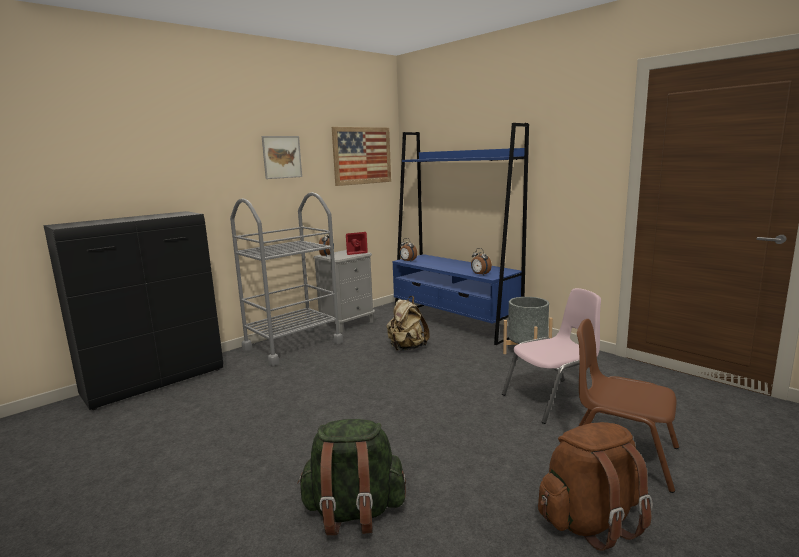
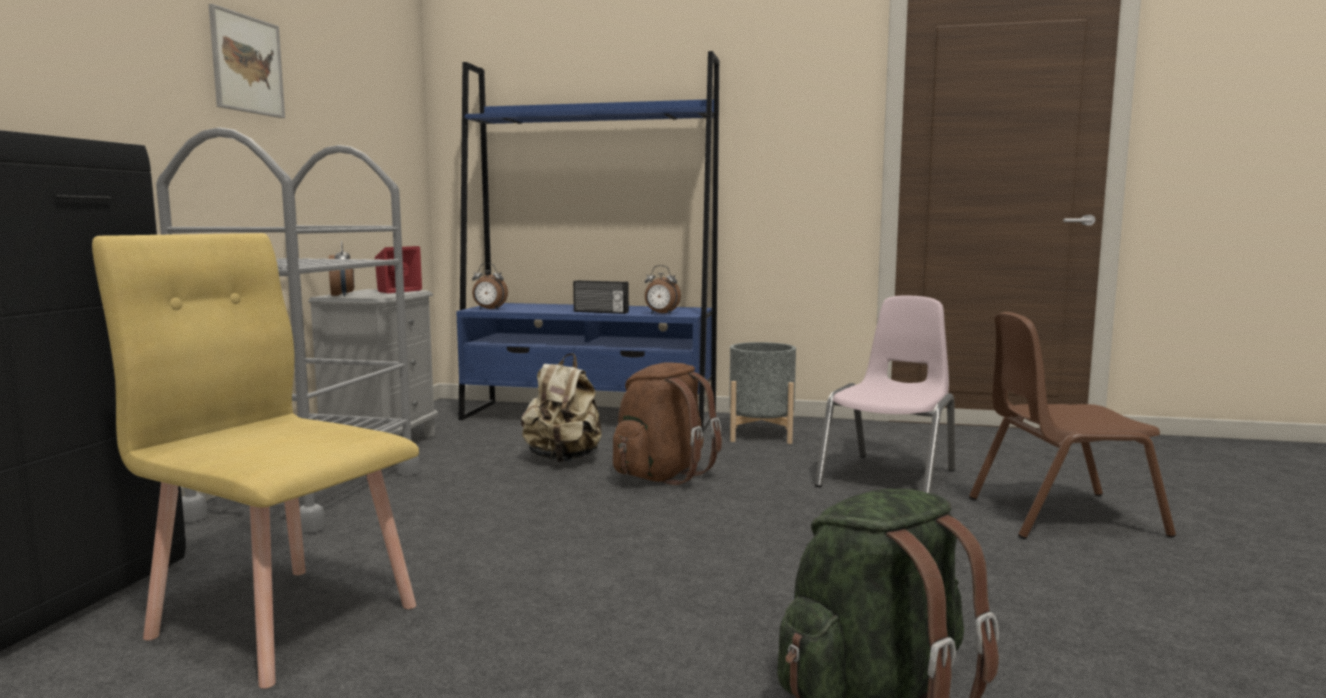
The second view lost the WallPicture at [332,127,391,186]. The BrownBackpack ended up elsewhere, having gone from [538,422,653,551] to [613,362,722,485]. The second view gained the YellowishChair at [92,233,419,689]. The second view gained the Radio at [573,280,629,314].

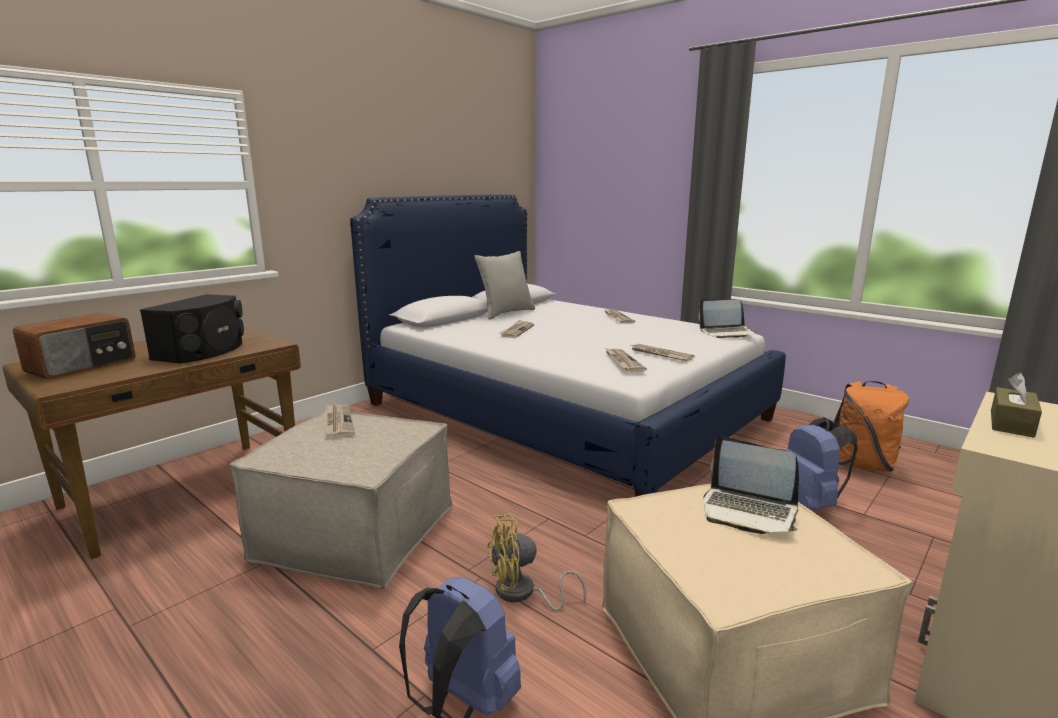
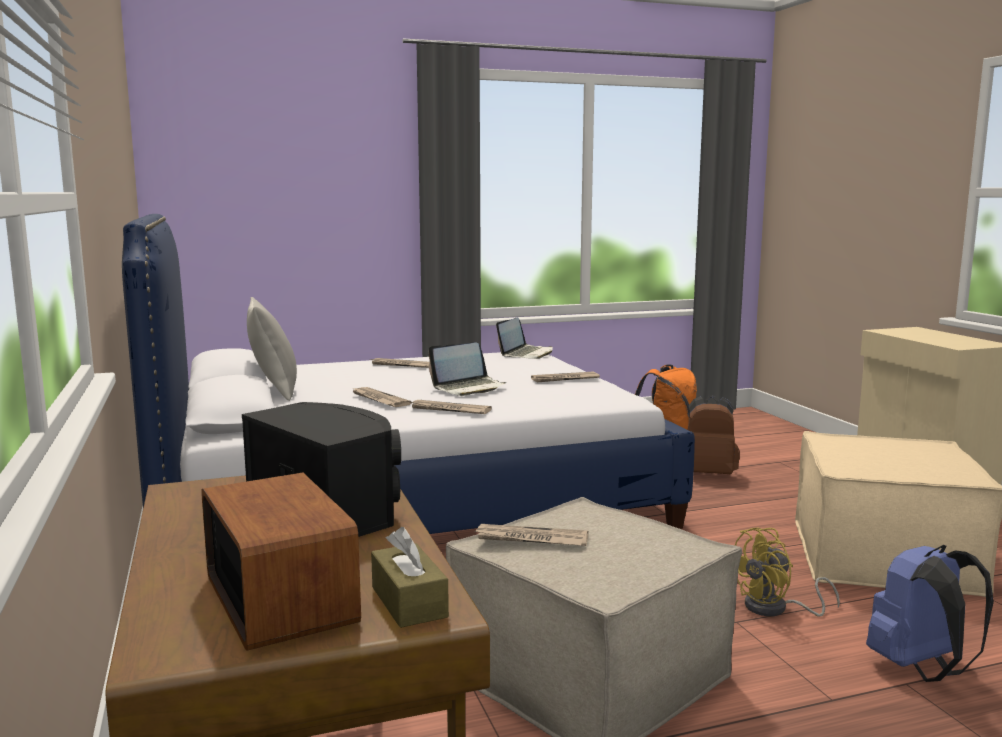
The PrintedPaper ended up elsewhere, having gone from [605,348,647,372] to [410,400,492,414]. The BrownBoxOfTissues ended up elsewhere, having gone from [991,373,1042,438] to [371,527,449,628]. What was the BlueColouredBackpack at [786,417,858,510] turned into the BrownBackpack at [688,395,740,474]. The NotebookComputer ended up elsewhere, having gone from [704,436,799,534] to [428,343,506,396]. The YellowishCoolingFan at [487,514,586,611] ended up facing another way, 45 degrees clockwise from before.

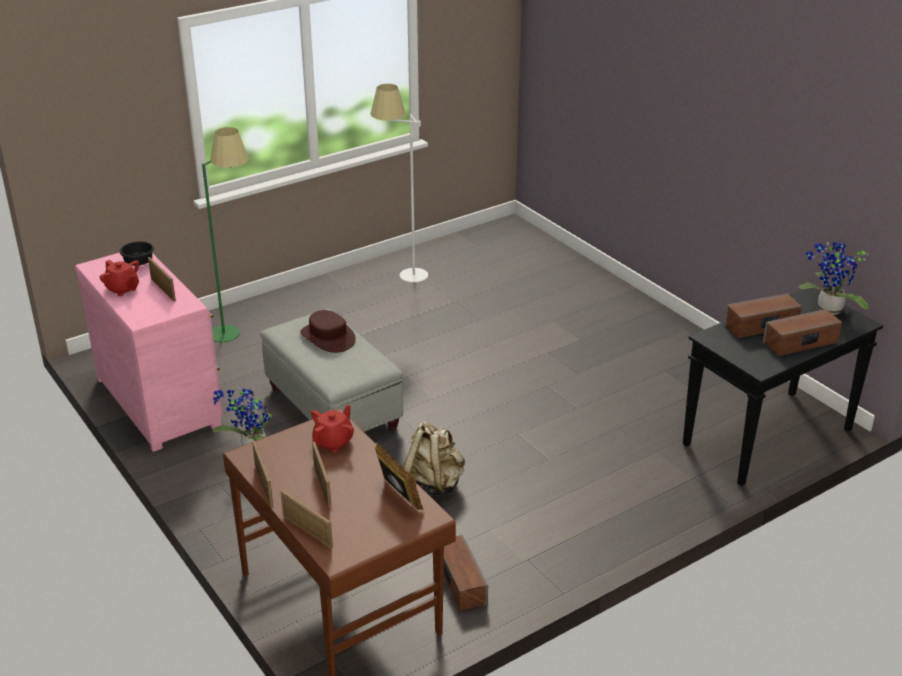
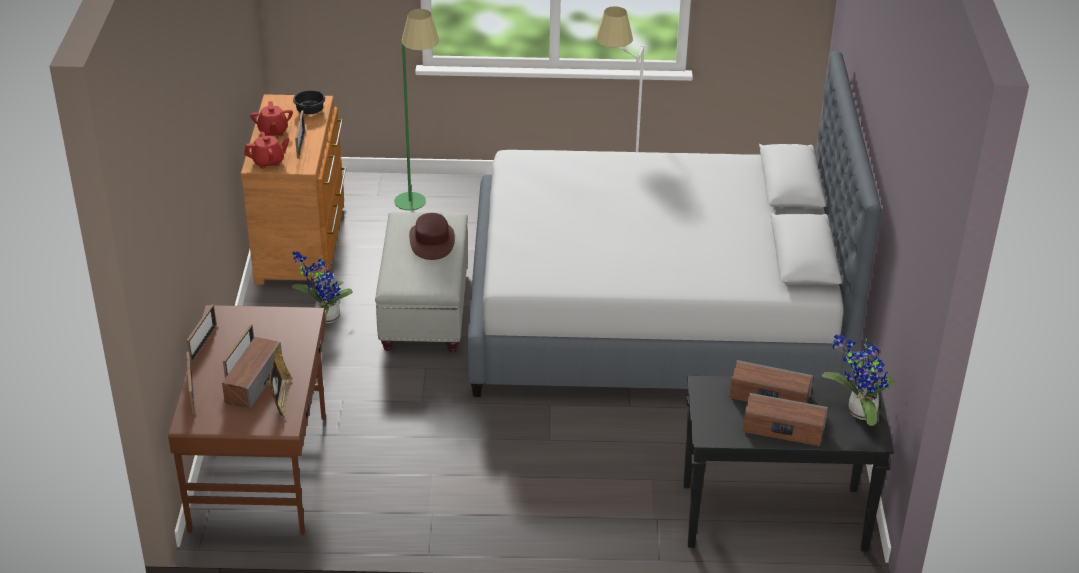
What was the PinkColouredDrawerChest at [75,253,223,452] turned into the BrownDrawerChest at [240,94,346,286]. The ReddishTeaPot ended up elsewhere, having gone from [311,405,354,452] to [244,132,289,169]. The second view lost the BeigeColouredBackpack at [403,421,465,497]. The Speaker ended up elsewhere, having gone from [443,534,488,611] to [222,337,282,410]. The second view gained the GrayBedroomBed at [467,50,881,397].

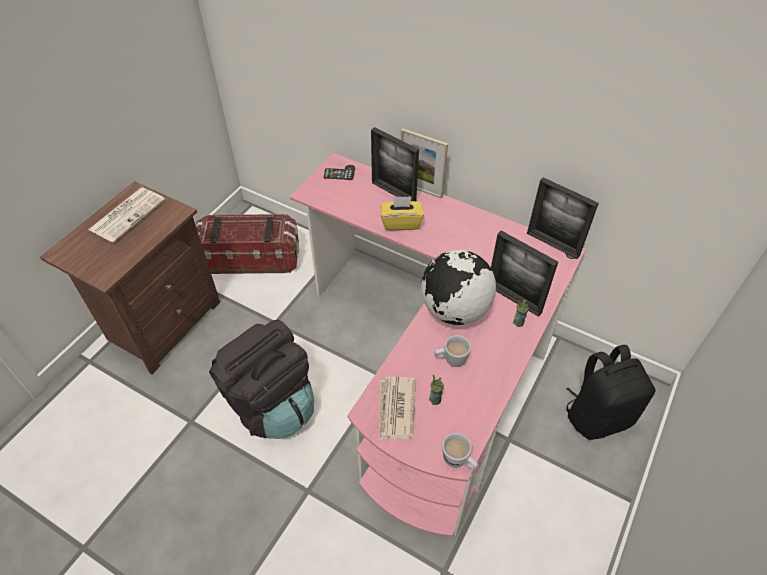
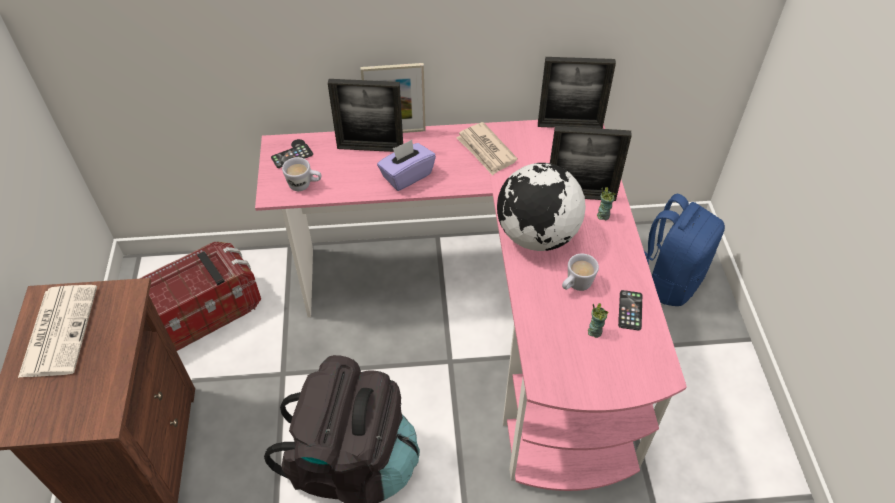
What was the YellowishBoxOfTissues at [381,196,424,230] turned into the PurpleColouredBoxOfTissues at [377,140,436,191]. What was the BlackBackpack at [566,345,655,440] turned into the BlueColouredBackpack at [644,194,725,306]. The PrintedPaper ended up elsewhere, having gone from [379,376,416,440] to [456,122,518,176]. The WhitishCoffeeMug ended up elsewhere, having gone from [442,433,478,470] to [282,157,322,191]. The second view gained the Phone at [618,290,642,330].

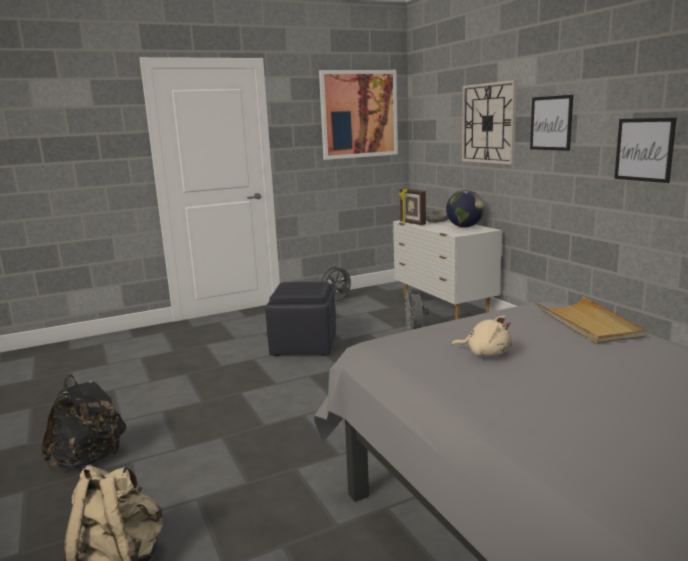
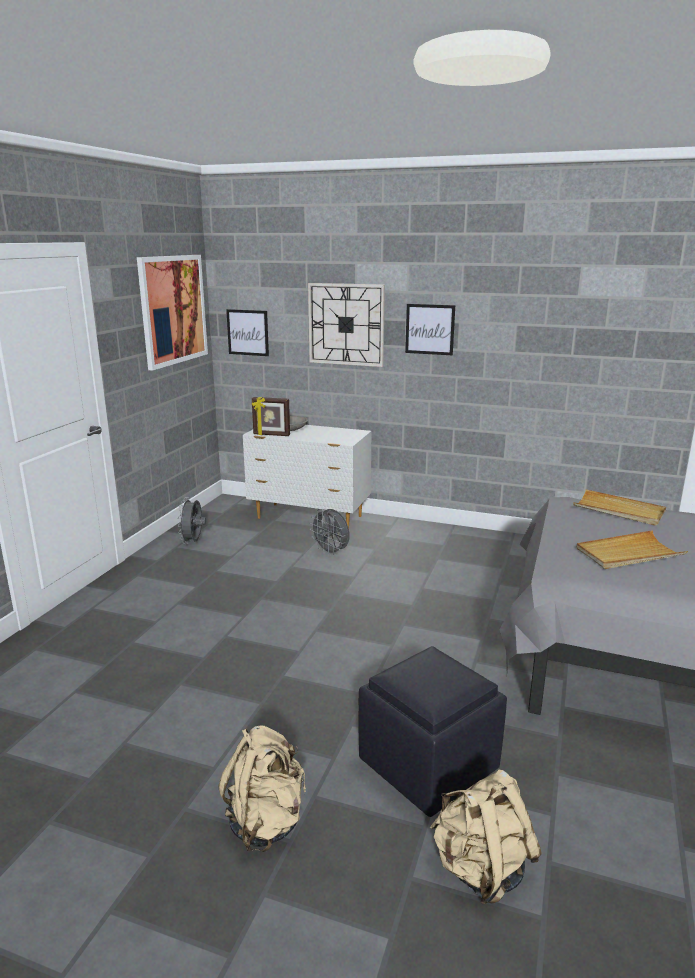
The WallPicture ended up elsewhere, having gone from [614,118,677,183] to [226,309,269,356]. The second view lost the WorldGlobe at [446,190,484,228]. The BlackOttoman ended up elsewhere, having gone from [265,282,336,356] to [358,646,507,817]. Where the BeigeColouredCuddlyToy stood at [451,315,512,356], the BeigeColouredCarryingTray came to stand at [576,530,688,569]. What was the BlackBackpack at [41,375,126,468] turned into the BeigeColouredBackpack at [219,725,306,852].

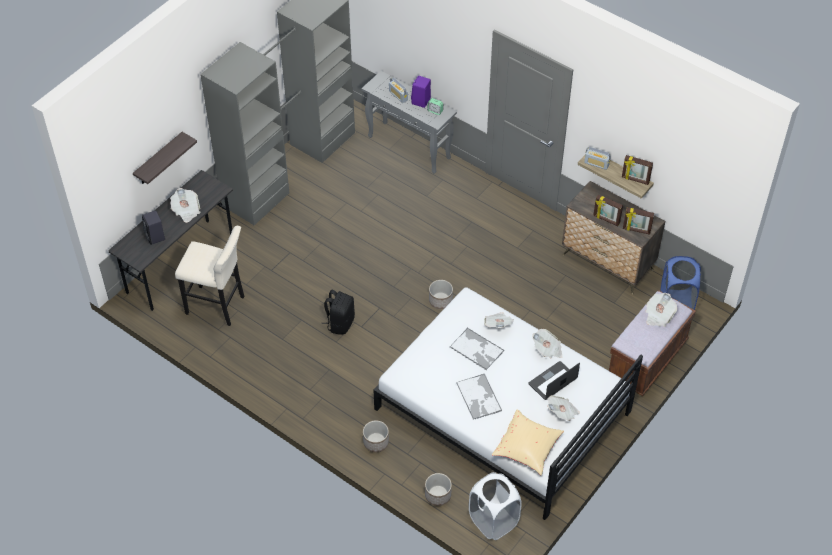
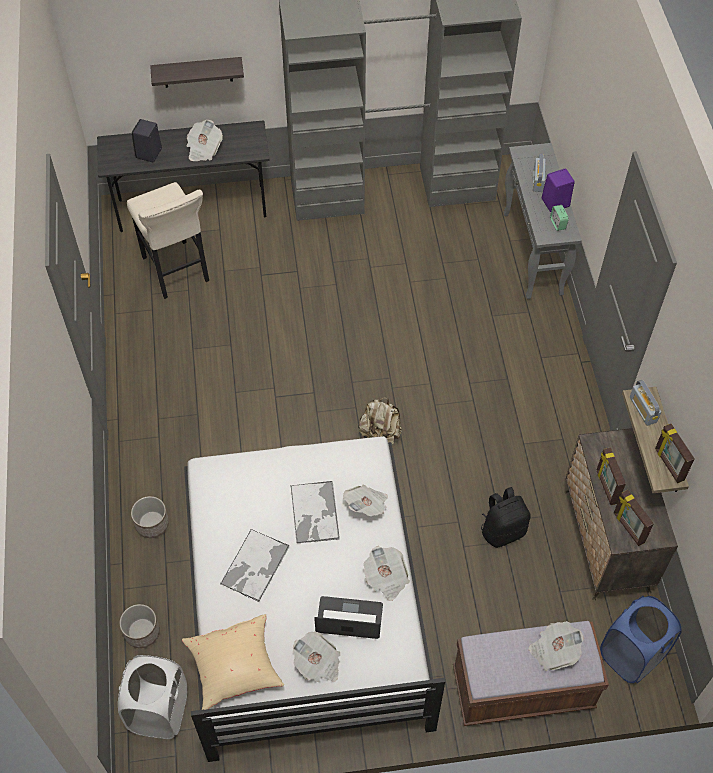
Where the PlantPot stood at [429,280,453,309], the BeigeColouredBackpack came to stand at [359,397,402,445]. The BlackBackpack ended up elsewhere, having gone from [321,290,355,335] to [481,487,531,548].

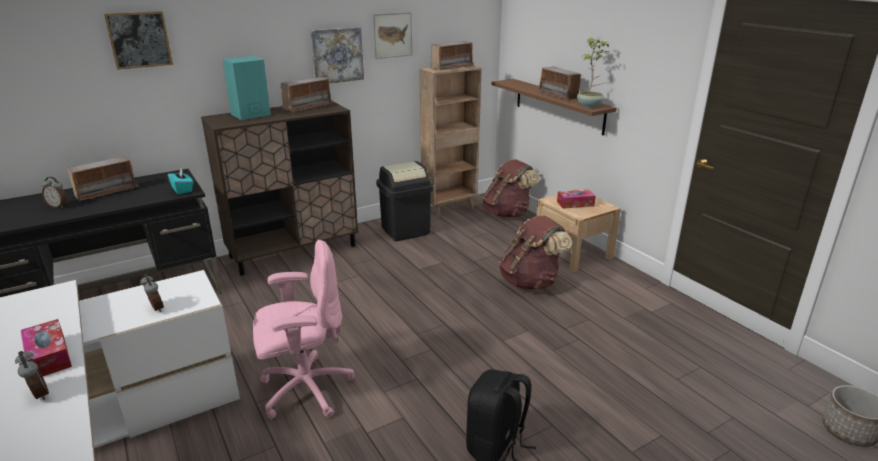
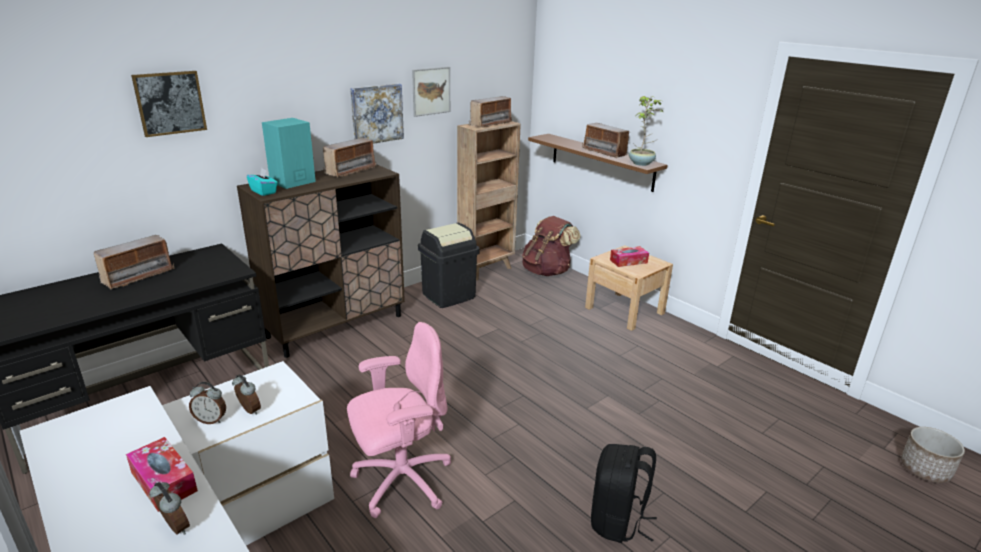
The BlueGreenBoxOfTissues ended up elsewhere, having gone from [168,168,193,194] to [247,168,278,196]. The BedsideClock ended up elsewhere, having gone from [42,177,67,208] to [189,382,226,424]. The second view lost the BrownBackpack at [499,215,572,290].

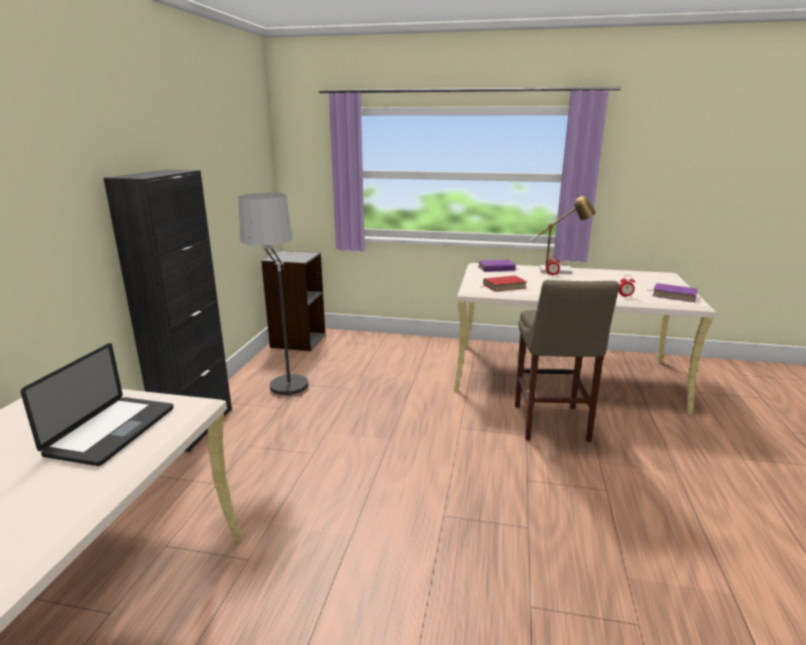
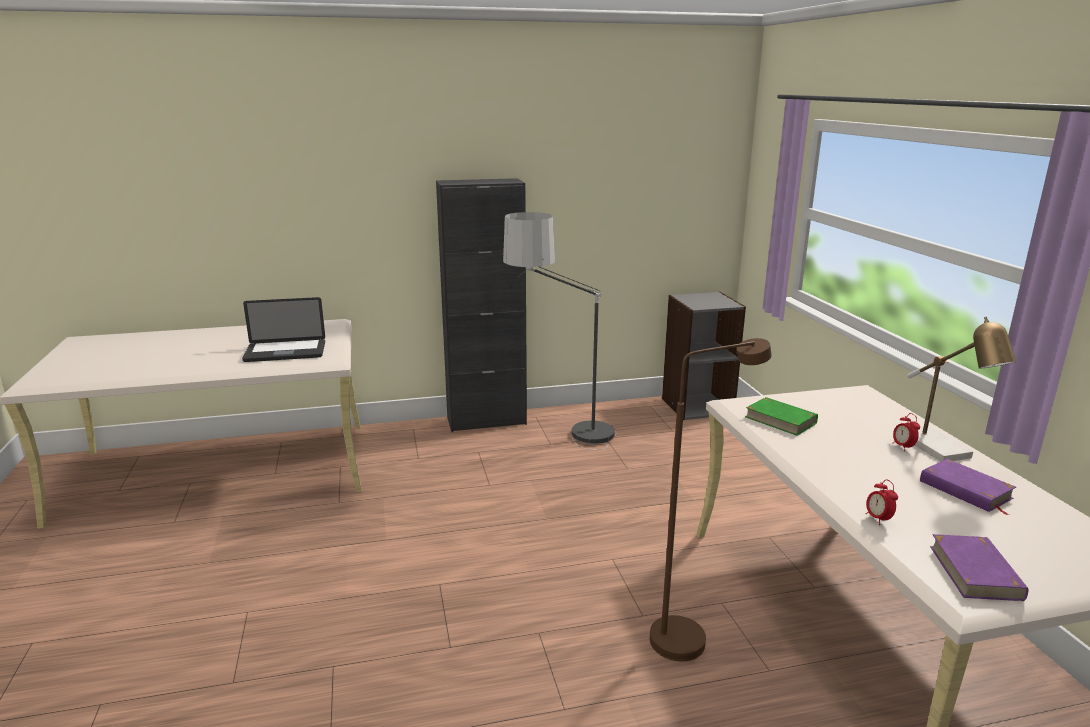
The PurpleColouredBook ended up elsewhere, having gone from [478,260,516,272] to [920,459,1016,515]. What was the ReddishBook at [483,275,527,292] turned into the GreenColouredBook at [745,397,818,436]. Where the BeigeColouredStool stood at [515,280,619,442], the BrownStandardLamp came to stand at [650,338,772,661].

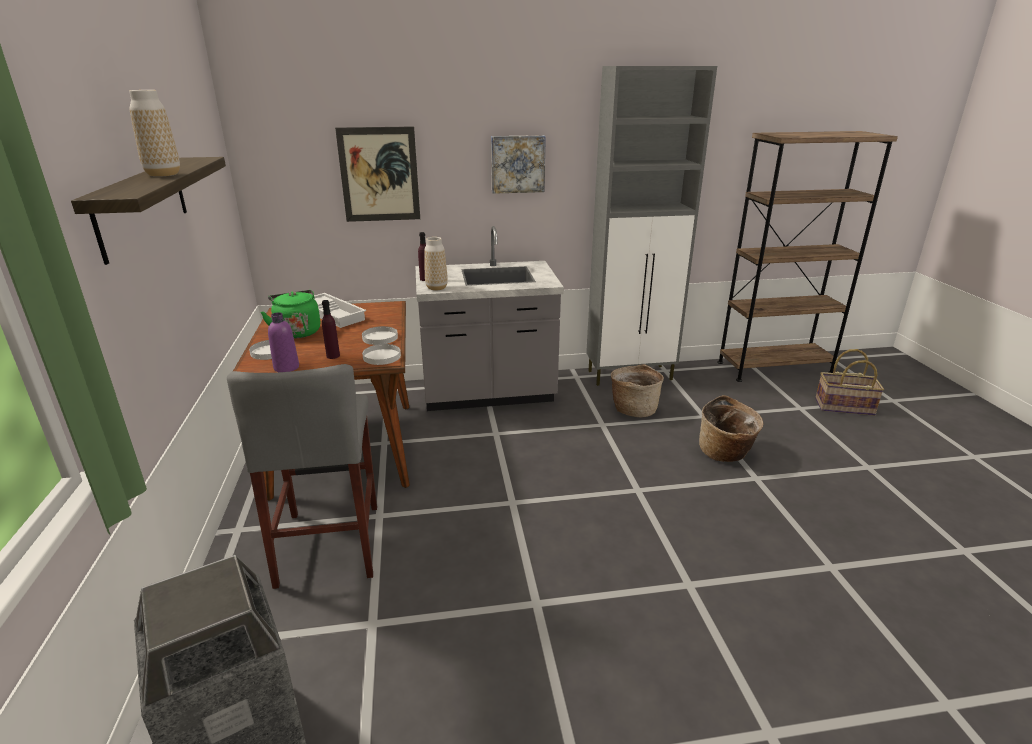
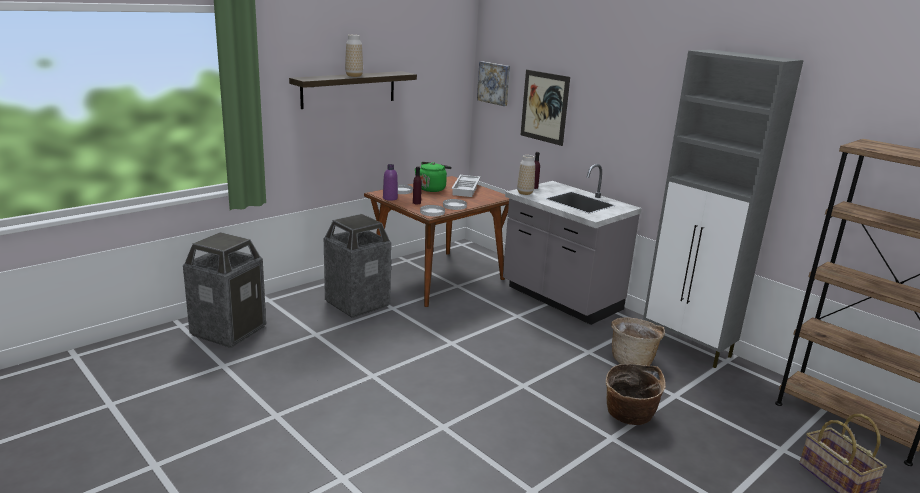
The WallPicture ended up elsewhere, having gone from [491,135,546,194] to [477,61,510,106]. Where the GrayStool stood at [227,364,377,589], the WasteBin came to stand at [324,214,391,318].

